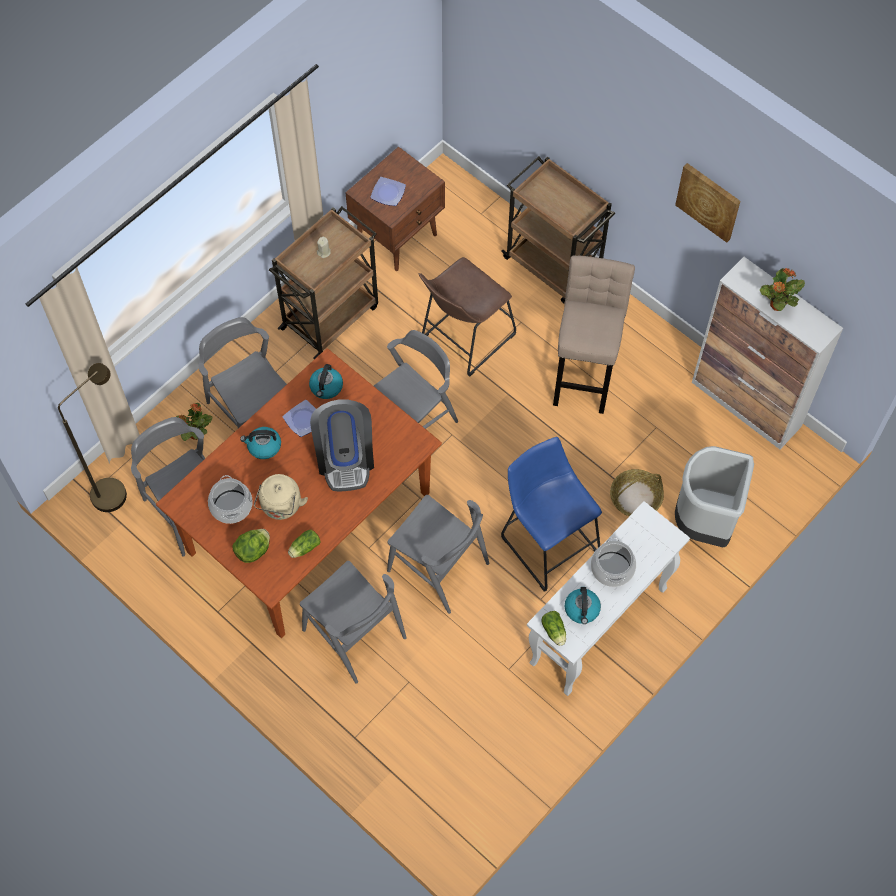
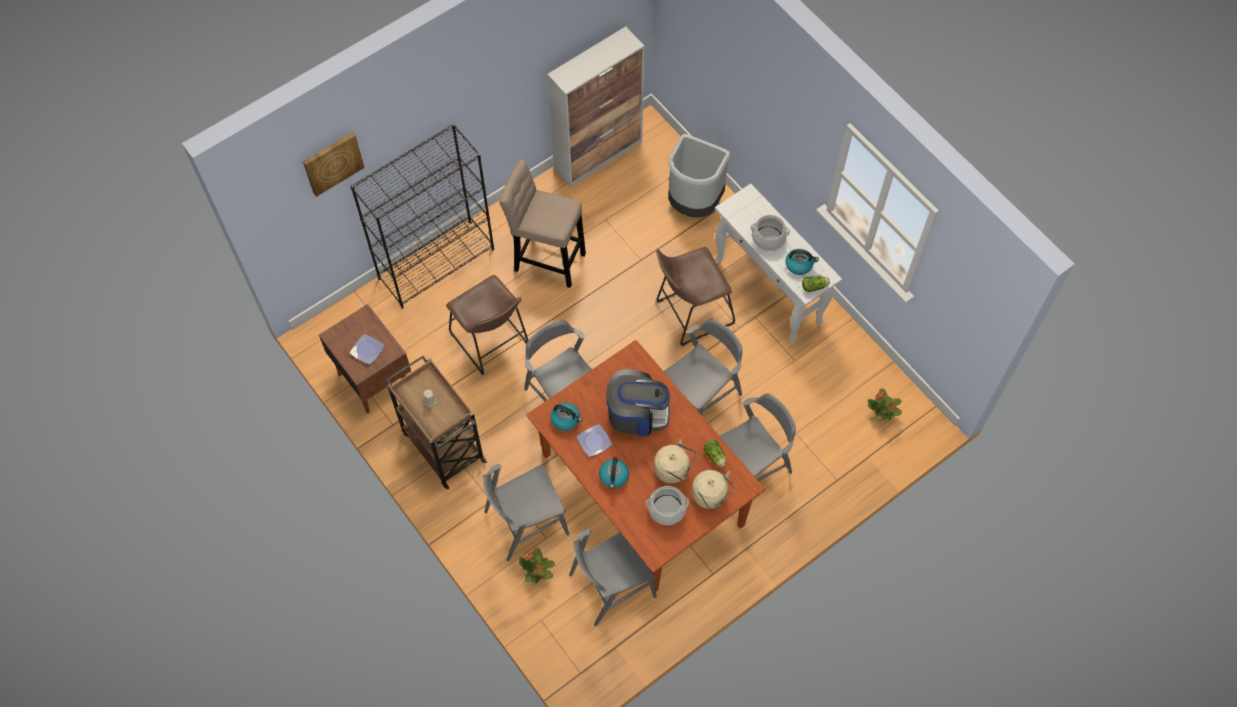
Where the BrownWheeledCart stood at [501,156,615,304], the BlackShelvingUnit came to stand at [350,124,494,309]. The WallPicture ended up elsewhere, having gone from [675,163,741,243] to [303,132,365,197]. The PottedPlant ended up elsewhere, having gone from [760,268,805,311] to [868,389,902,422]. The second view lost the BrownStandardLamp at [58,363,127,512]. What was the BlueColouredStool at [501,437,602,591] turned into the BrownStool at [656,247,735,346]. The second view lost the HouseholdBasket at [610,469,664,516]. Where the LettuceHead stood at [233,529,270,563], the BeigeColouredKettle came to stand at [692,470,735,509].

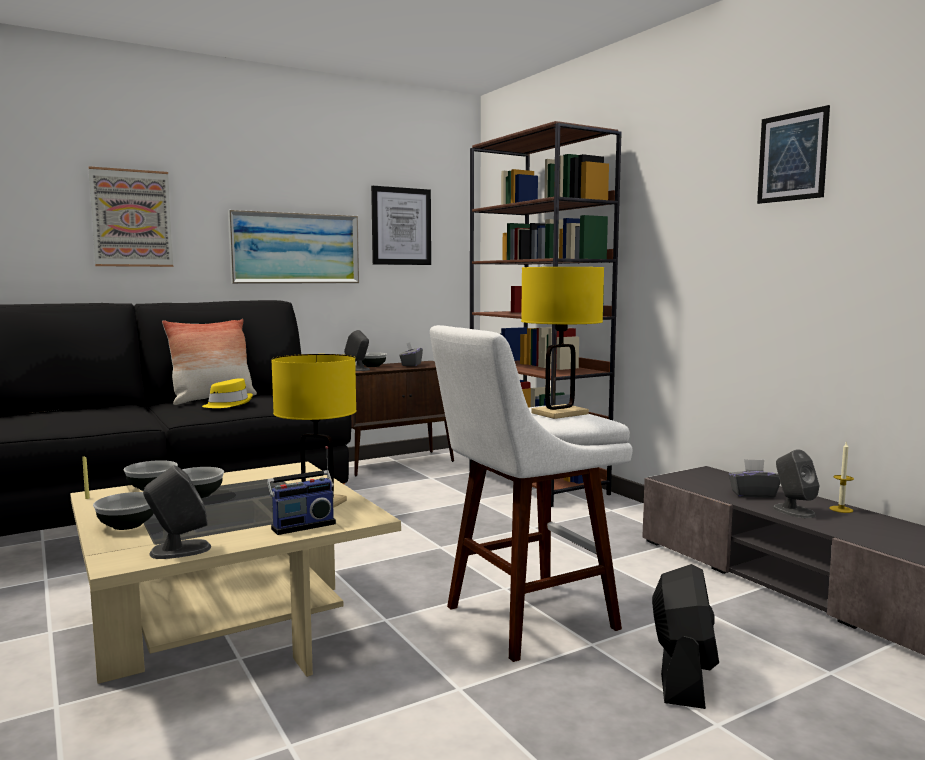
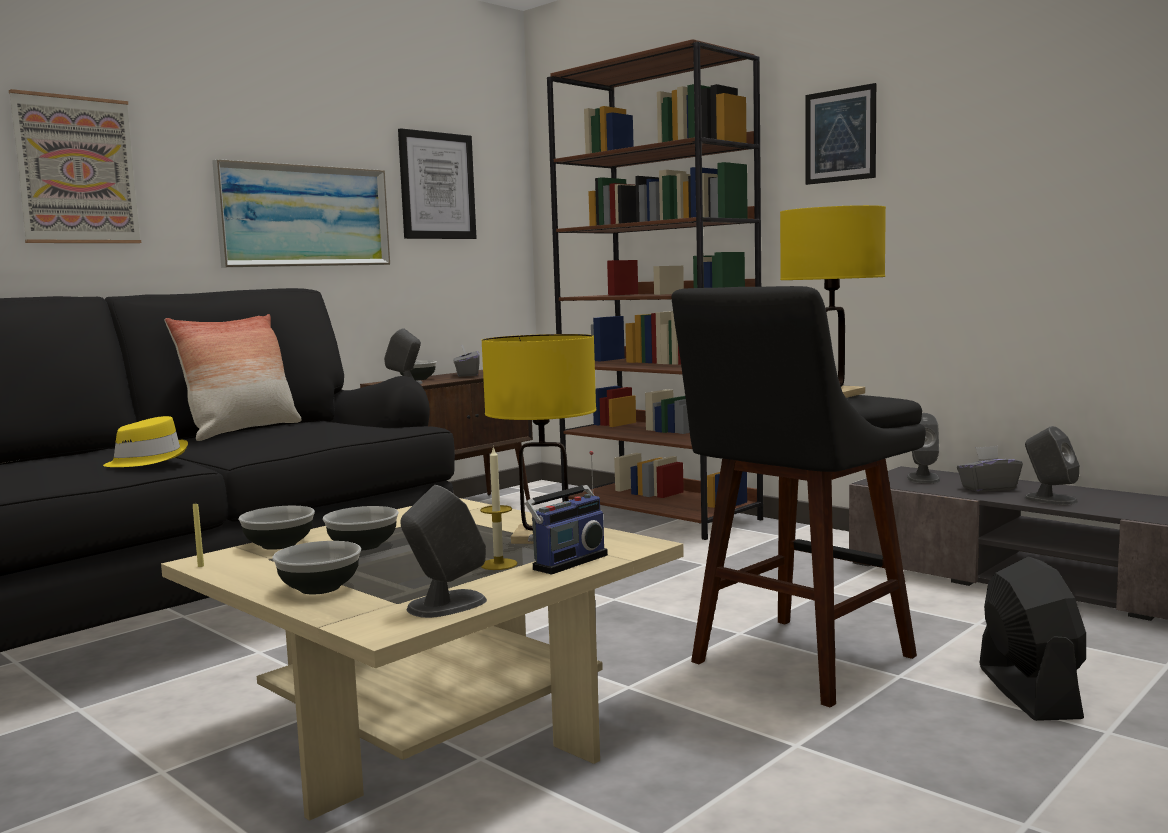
The WallPicture ended up elsewhere, having gone from [757,105,830,204] to [805,83,876,185]. What was the WhitishStool at [430,325,632,662] turned into the BlackStool at [671,286,926,708]. The YellowishHat ended up elsewhere, having gone from [202,378,253,408] to [103,416,188,467]. The Candle ended up elsewhere, having gone from [829,442,854,513] to [480,446,517,570]. The second view gained the GraySpeaker at [907,413,940,483].

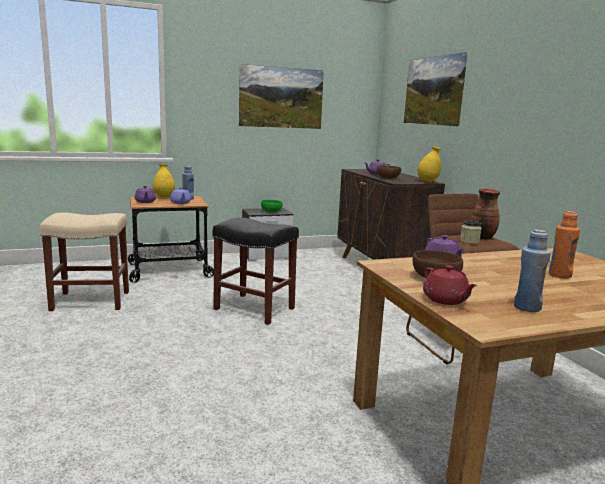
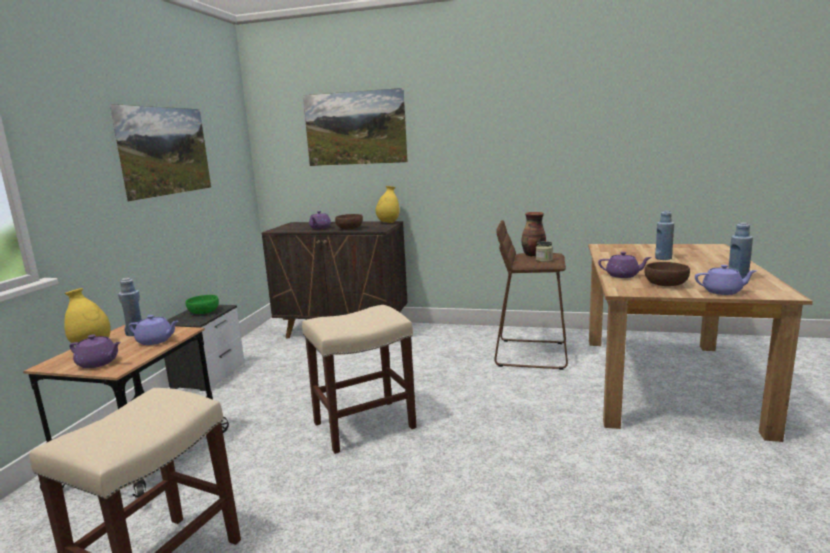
What was the OrangeColouredDrinkBottle at [549,211,580,279] turned into the BlueColouredDrinkBottle at [655,211,674,260]. What was the BlackStool at [213,218,299,325] turned into the BeigeColouredStool at [302,305,417,454]. What was the ReddishTeaPot at [423,265,477,305] turned into the PurpleColouredTeaPot at [695,265,757,295].

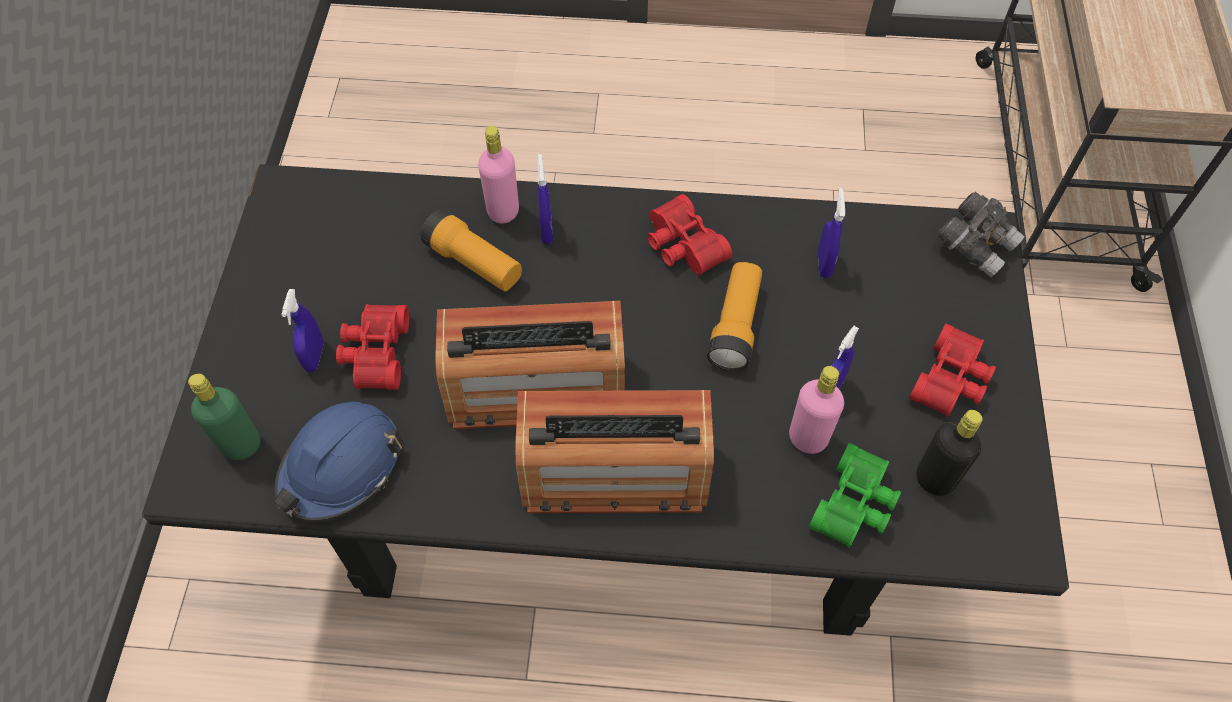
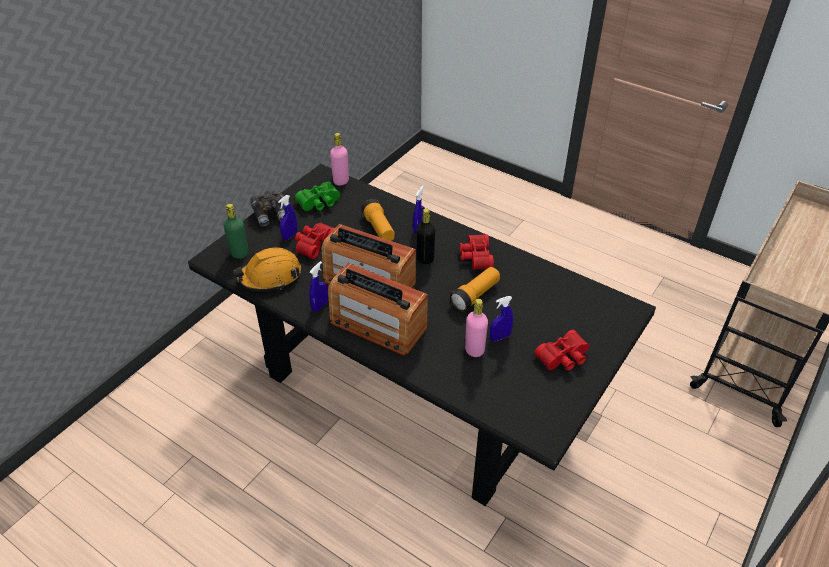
The PinkColouredDrinkBottle ended up elsewhere, having gone from [478,126,519,223] to [330,133,349,185]. The BlueColouredSprayBottle ended up elsewhere, having gone from [818,188,845,278] to [309,261,328,312]. The GrayPairOfBinoculars ended up elsewhere, having gone from [938,192,1025,277] to [251,191,285,227]. What was the BlueColouredHardHat at [274,401,403,522] turned into the OrangeColouredHardHat at [233,247,301,291]. The BlackDrinkBottle ended up elsewhere, having gone from [916,410,982,496] to [417,208,435,264]. The GreenColouredPairOfBinoculars ended up elsewhere, having gone from [808,443,901,548] to [295,182,340,211].

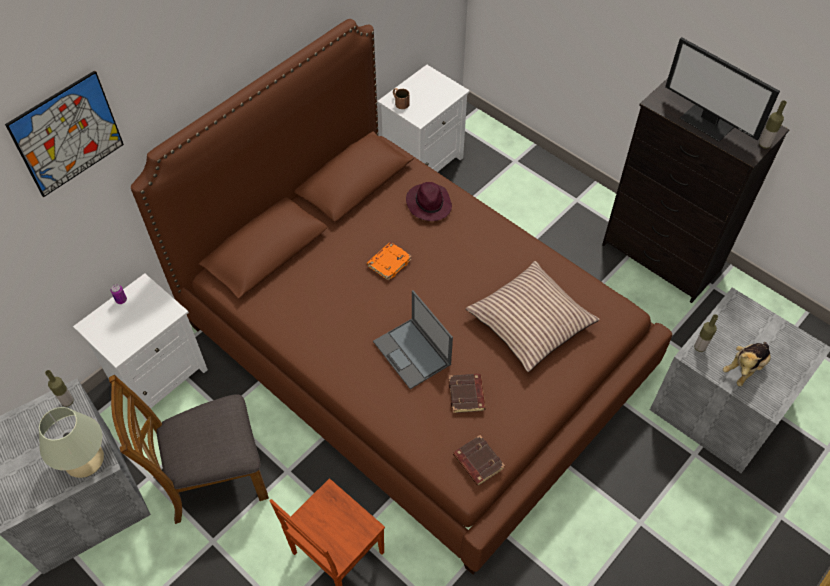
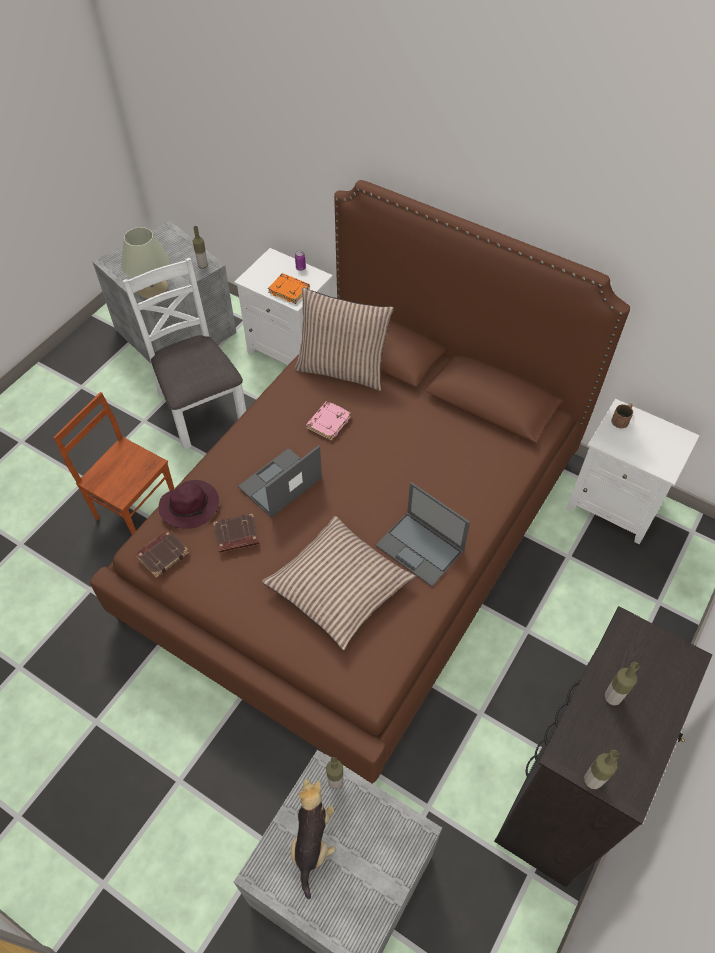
Where the ComputerDisplay stood at [665,37,780,141], the DrinkBottle came to stand at [605,662,639,706]. The second view lost the WallPicture at [5,70,124,197]. The PurpleColouredHat ended up elsewhere, having gone from [406,182,452,221] to [159,480,219,529]. The OrangeColouredBook ended up elsewhere, having gone from [367,242,412,281] to [268,273,310,304]. The CuddlyToy at [723,342,771,386] ended up facing another way, 60 degrees clockwise from before. What was the BrownChair at [109,375,269,524] turned into the WhitishChair at [123,258,246,450]. The second view gained the Pillow at [294,287,394,391]. The second view gained the PinkColouredBook at [306,401,351,441]. The second view gained the NotebookComputer at [376,482,470,587].

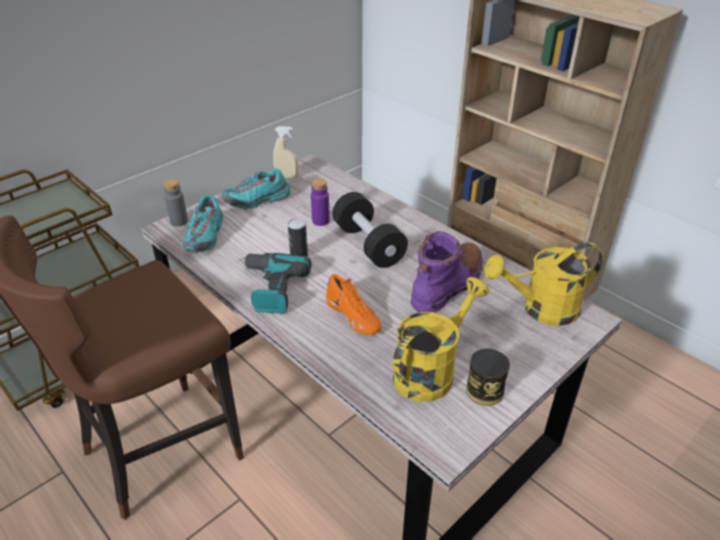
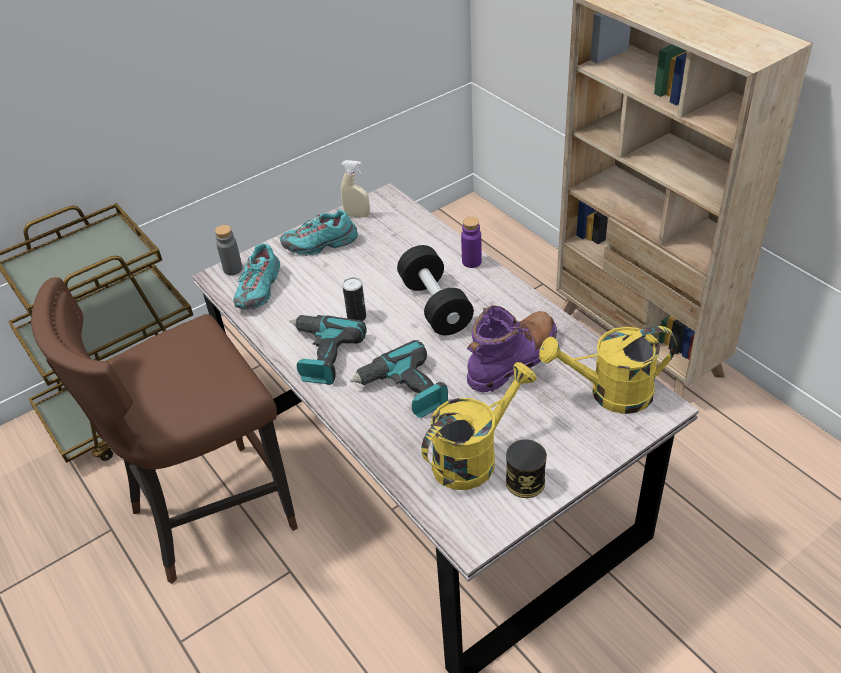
The PurpleColouredDrinkBottle ended up elsewhere, having gone from [311,179,330,226] to [461,217,482,268]. Where the OrangeColouredShoe stood at [326,274,382,335], the PowerDrill came to stand at [350,340,448,418].

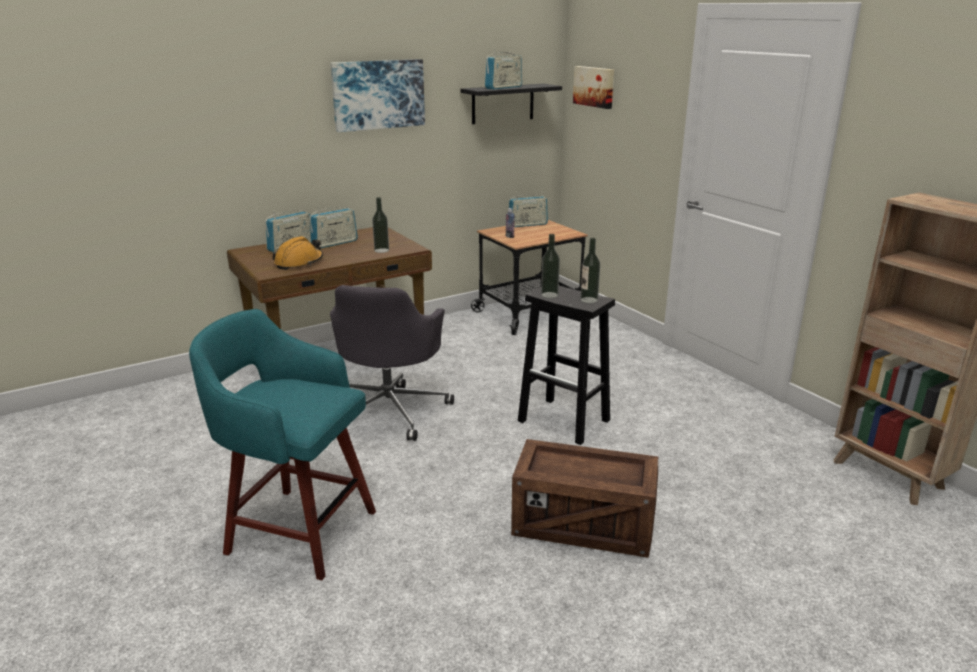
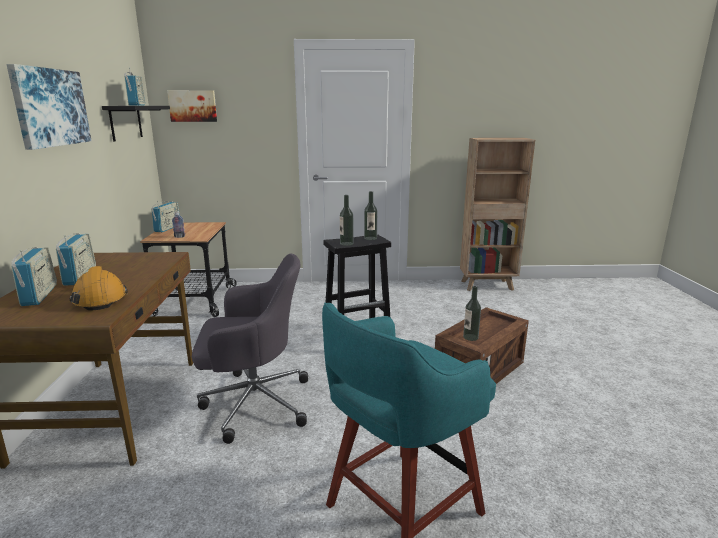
The DrinkBottle ended up elsewhere, having gone from [372,197,389,253] to [463,286,481,341]. The GrayOfficeChair at [330,285,454,441] ended up facing another way, 45 degrees counterclockwise from before.

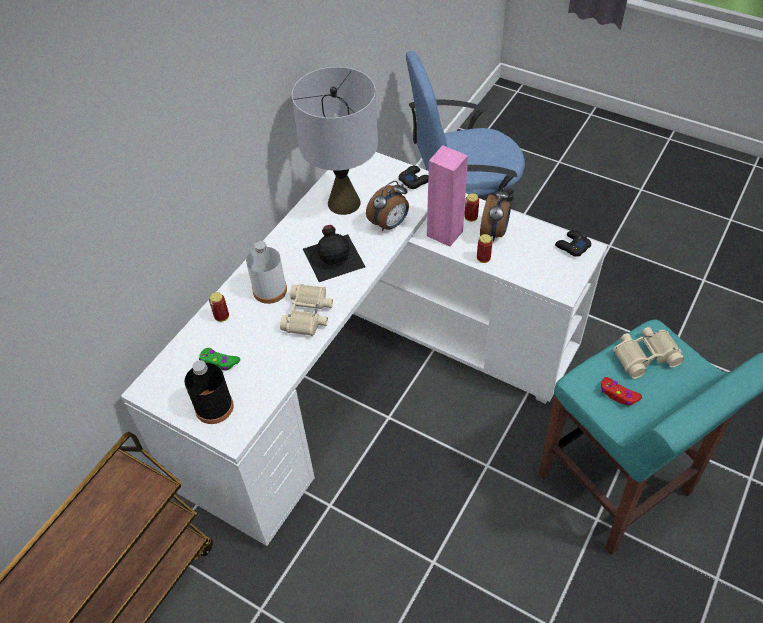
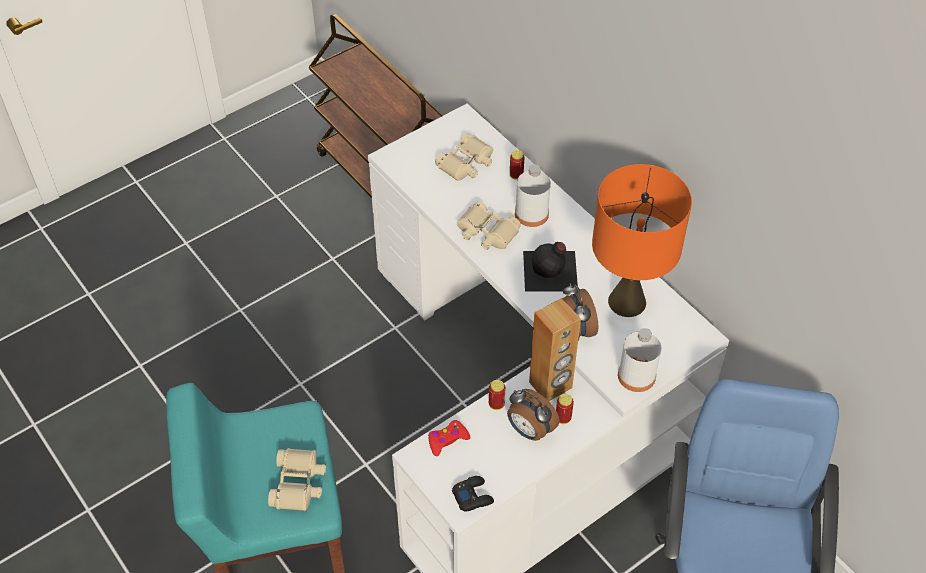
What was the GrayTabletopLamp at [292,67,378,215] turned into the OrangeColouredTabletopLamp at [592,164,692,317]. What was the PinkColouredSpeaker at [427,145,468,247] turned into the BrownSpeaker at [529,298,581,401]. Where the BlackGamepad stood at [398,166,428,189], the WhitishDrinkBottle came to stand at [618,328,661,392]. Where the GreenColouredGamepad stood at [199,348,240,370], the BeigeColouredPairOfBinoculars came to stand at [435,133,493,181]. The second view lost the BlackDrinkBottle at [184,360,234,424]. The ReddishGamepad ended up elsewhere, having gone from [601,377,642,406] to [428,420,470,456].

